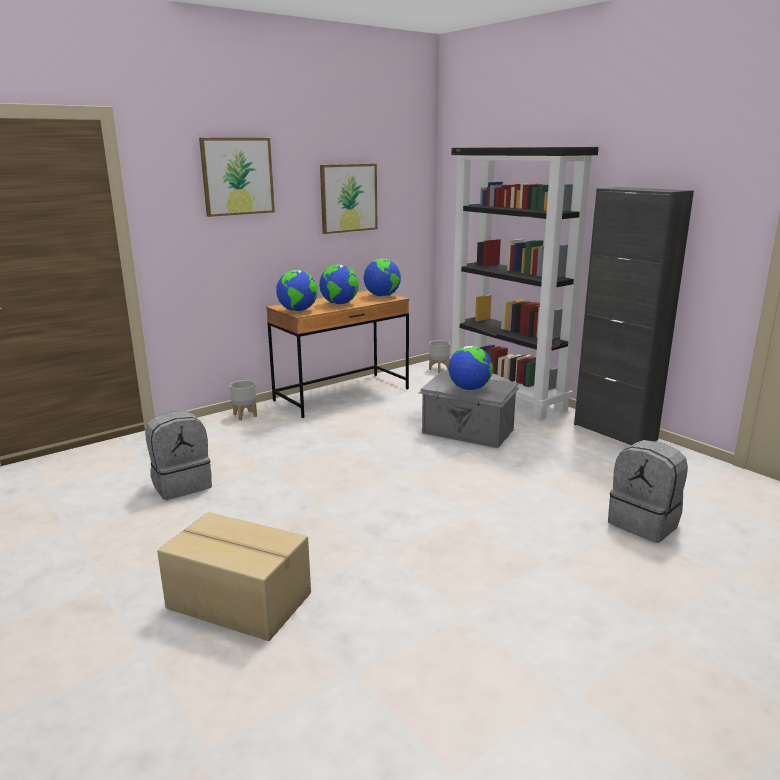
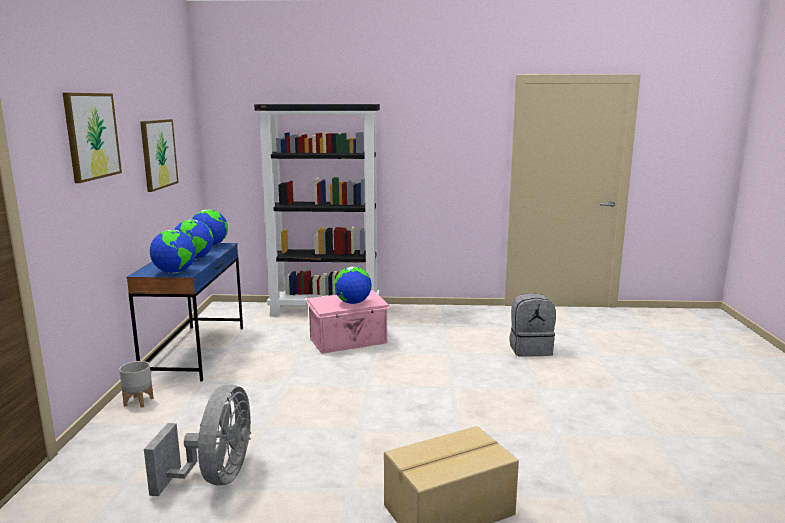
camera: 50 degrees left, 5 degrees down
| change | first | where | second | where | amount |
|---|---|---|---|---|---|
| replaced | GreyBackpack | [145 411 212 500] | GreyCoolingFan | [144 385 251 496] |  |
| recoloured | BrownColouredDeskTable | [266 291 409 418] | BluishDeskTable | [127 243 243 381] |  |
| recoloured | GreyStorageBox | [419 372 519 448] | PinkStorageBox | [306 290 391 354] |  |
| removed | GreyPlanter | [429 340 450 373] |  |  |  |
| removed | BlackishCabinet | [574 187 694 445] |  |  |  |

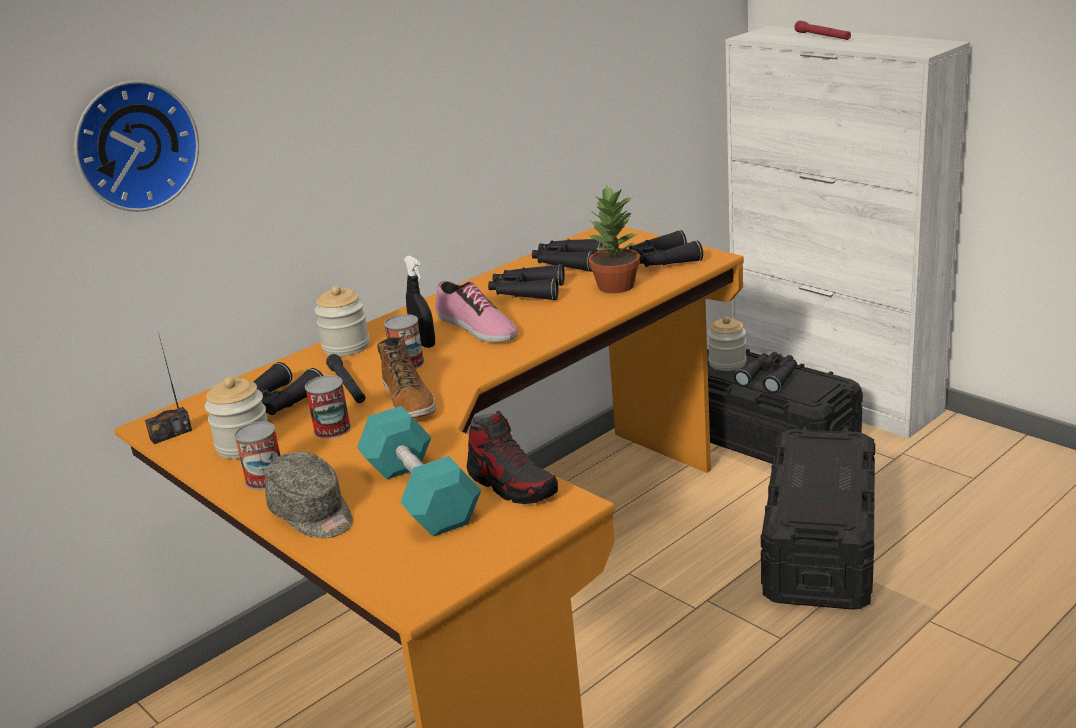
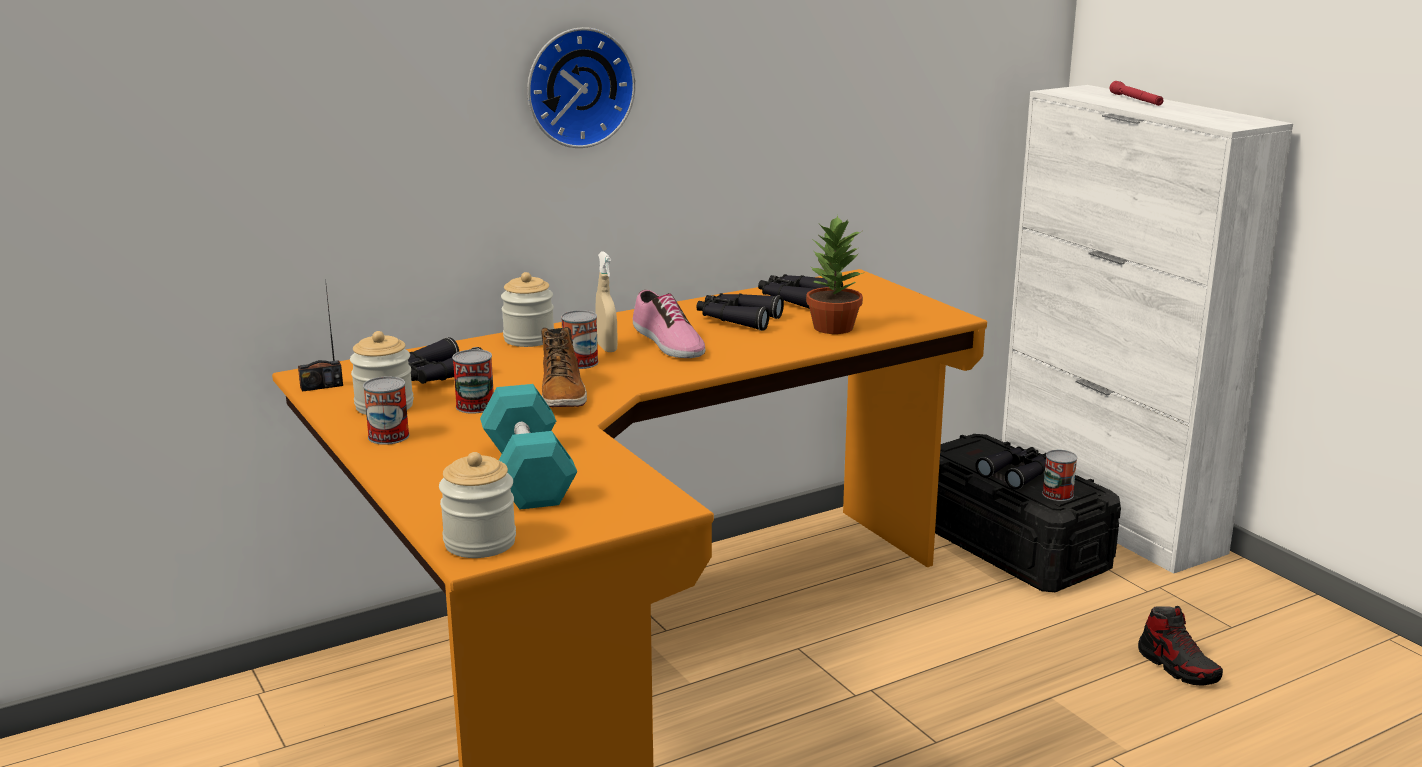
camera: 10 degrees right, 5 degrees down
| change | first | where | second | where | amount |
|---|---|---|---|---|---|
| moved | HangingClock | [74 80 199 212] |  | [527 27 636 148] |  |
| removed | GreyCap | [265 452 353 538] |  |  |  |
| removed | BlackishHandTorch | [326 354 365 403] |  |  |  |
| recoloured | BlackishHandSprayer | [404 256 435 348] | SandColouredHandSprayer | [595 251 618 352] |  |
| moved | ItemOfFootwear | [466 411 558 504] |  | [1138 606 1223 686] |  |
| removed | BlackishBinoculars | [629 230 703 267] |  |  |  |
| moved | Jar | [708 316 746 371] |  | [439 452 516 558] |  |
| removed | BlackishStorageBox | [761 427 875 610] |  |  |  |
| added |  |  | MetalCan | [1042 450 1078 501] |  |

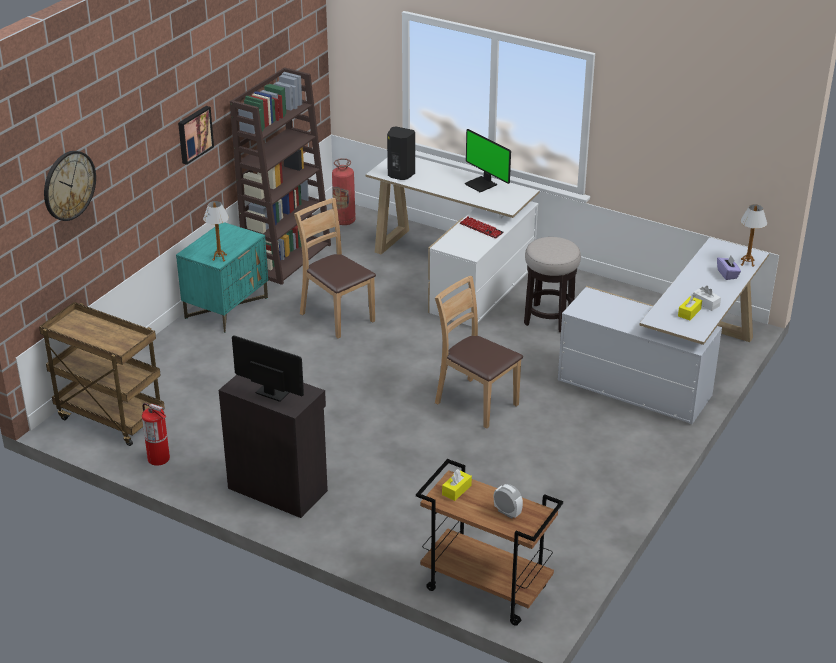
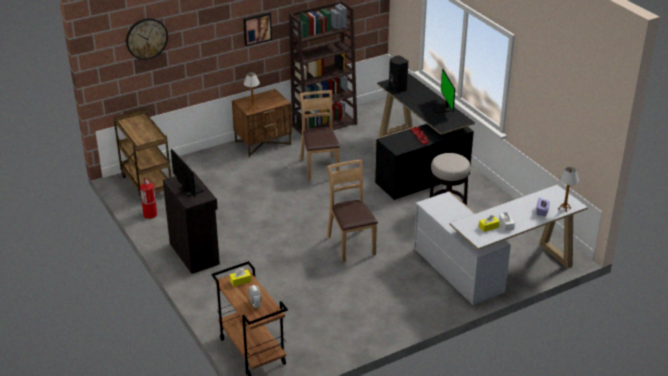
camera: 30 degrees right, 0 degrees up
| change | first | where | second | where | amount |
|---|---|---|---|---|---|
| recoloured | TurquoiseColouredBedsideTable | [176 222 268 333] | BrownColouredBedsideTable | [232 89 292 157] |  |
| removed | Extinguisher | [332 158 356 225] |  |  |  |
| recoloured | WhitishDeskTable | [366 157 539 326] | BlackishDeskTable | [375 74 475 200] |  |

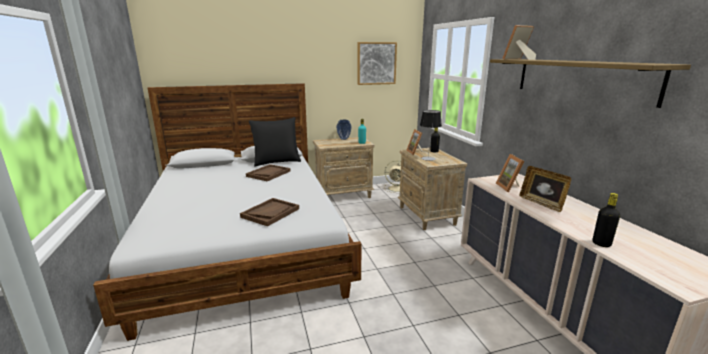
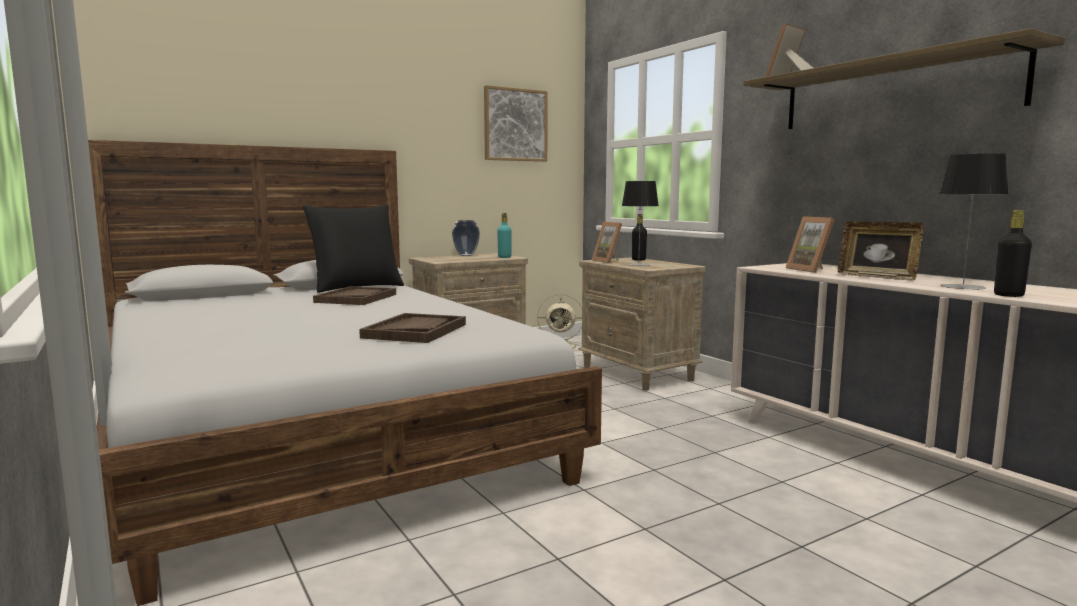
camera: 15 degrees left, 10 degrees down
| change | first | where | second | where | amount |
|---|---|---|---|---|---|
| added |  |  | TabletopLamp | [940 153 1008 290] |  |

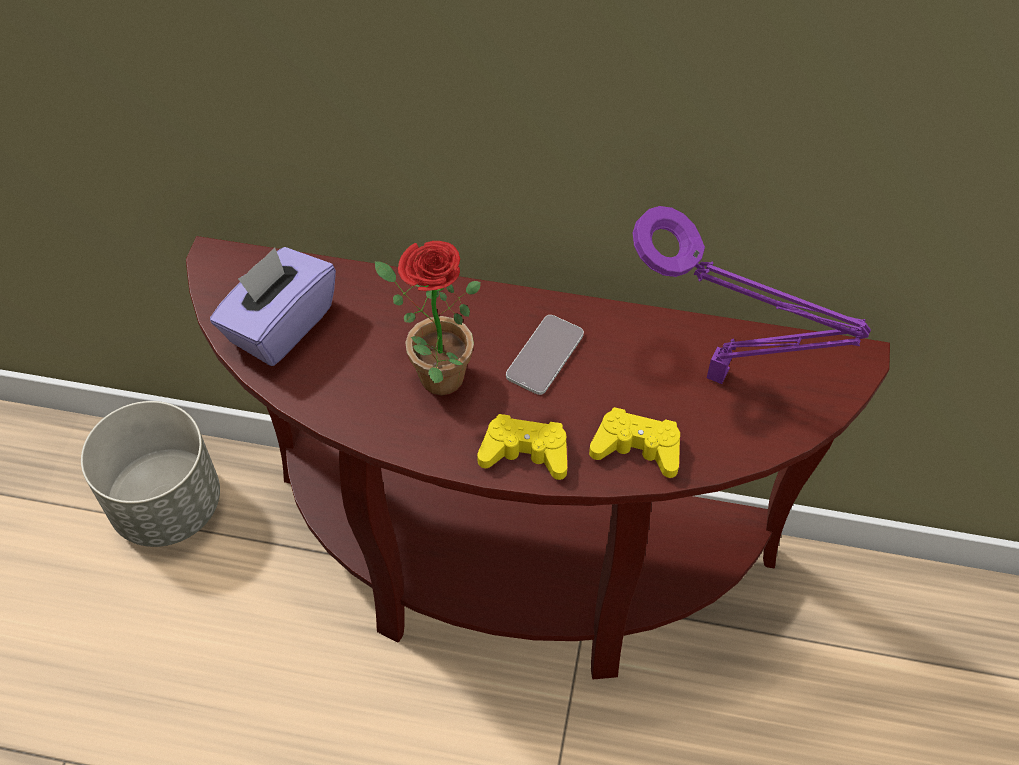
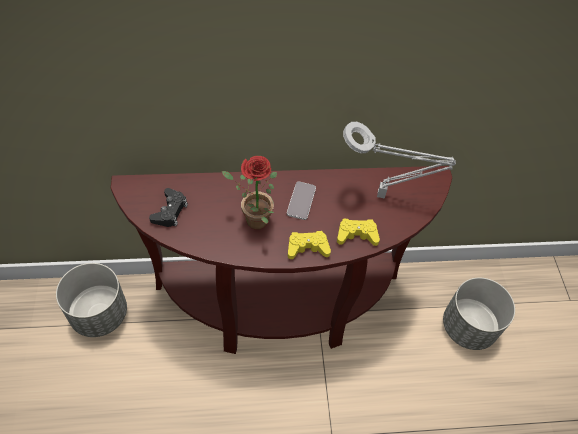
camera: 20 degrees left, 0 degrees up
| change | first | where | second | where | amount |
|---|---|---|---|---|---|
| replaced | PurpleColouredBoxOfTissues | [210 247 336 366] | BlackishJoypad | [149 188 188 227] |  |
| recoloured | PurpleColouredTabletopLamp | [633 206 871 384] | GreyTabletopLamp | [343 122 456 199] |  |
| added |  |  | GreyPlanter | [443 277 515 350] |  |

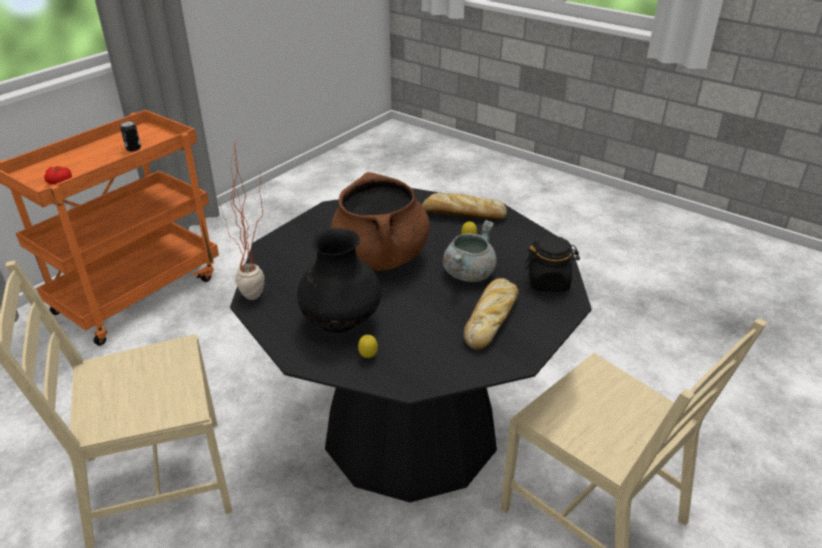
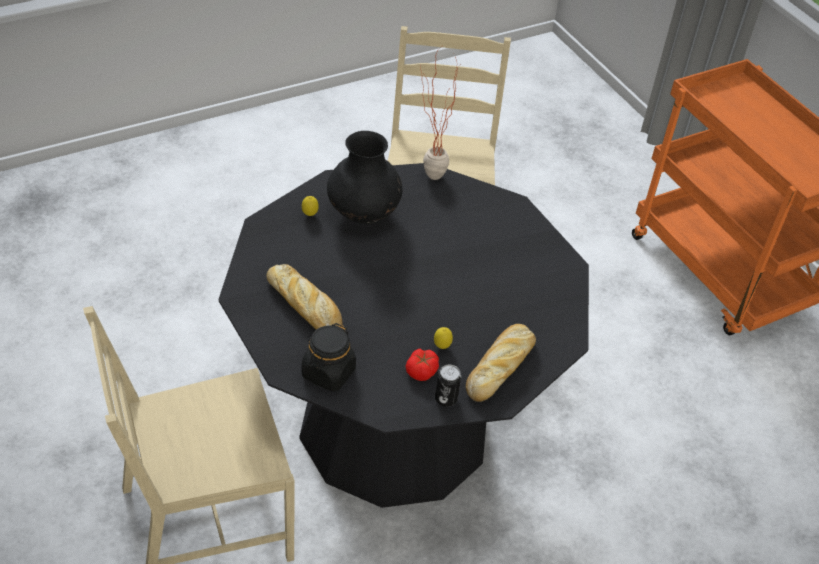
camera: 110 degrees right, 10 degrees up
| change | first | where | second | where | amount |
|---|---|---|---|---|---|
| moved | WholeTomato | [44 166 72 184] |  | [406 349 439 381] |  |
| moved | MetalCan | [120 121 141 152] |  | [435 365 461 407] |  |
| removed | BrownColouredCookingPot | [330 172 430 271] |  |  |  |
| removed | GreyCookingPot | [443 220 497 282] |  |  |  |

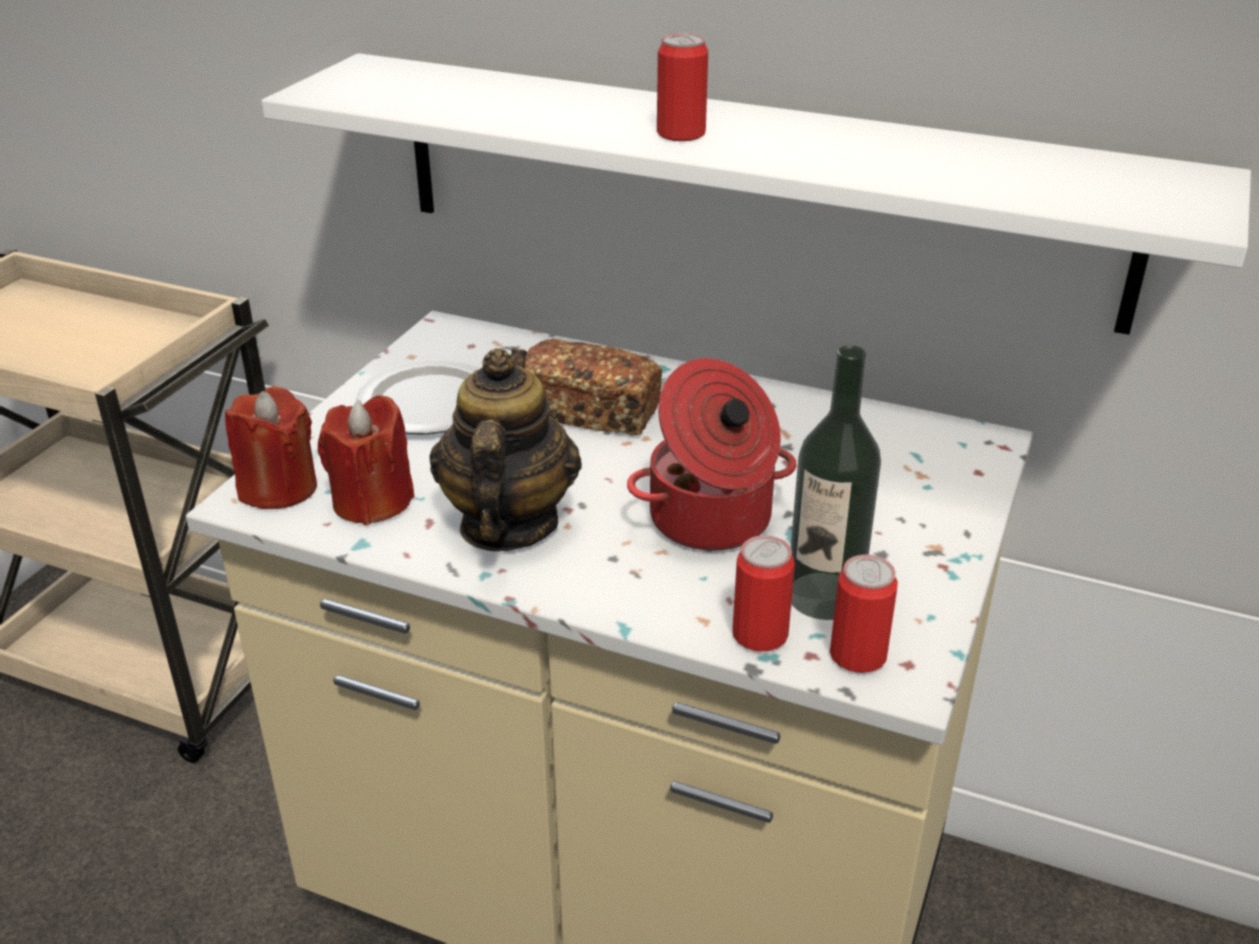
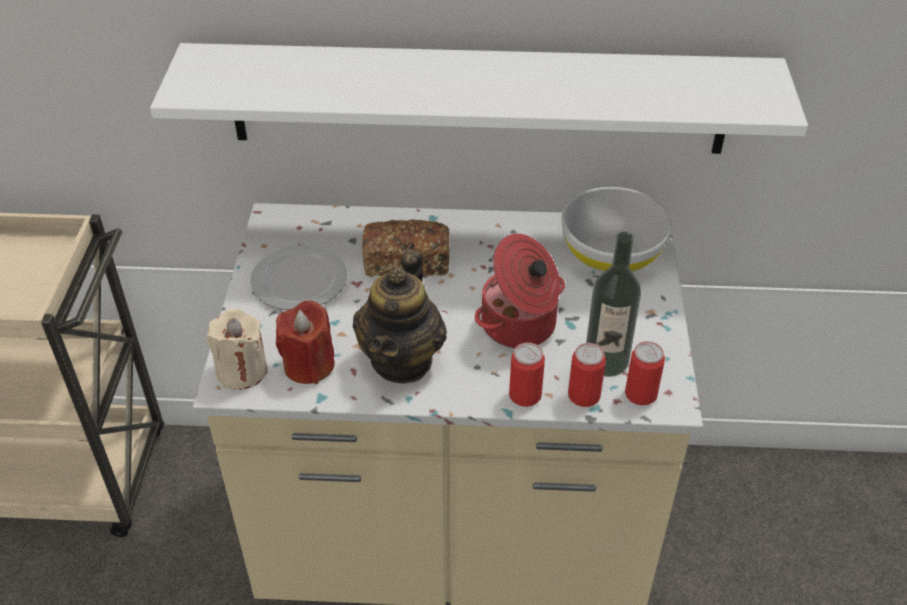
camera: 20 degrees left, 10 degrees up
| change | first | where | second | where | amount |
|---|---|---|---|---|---|
| recoloured | ReddishWaxLight | [225 386 317 509] | SandColouredWaxLight | [206 309 267 390] |  |
| turned | Teapot | [430 348 582 551] |  | [353 249 447 384] | 150 degrees counterclockwise |
| moved | MetalCan | [657 33 708 141] |  | [509 342 545 407] |  |
| added |  |  | WhitishServingBowl | [562 187 672 273] |  |

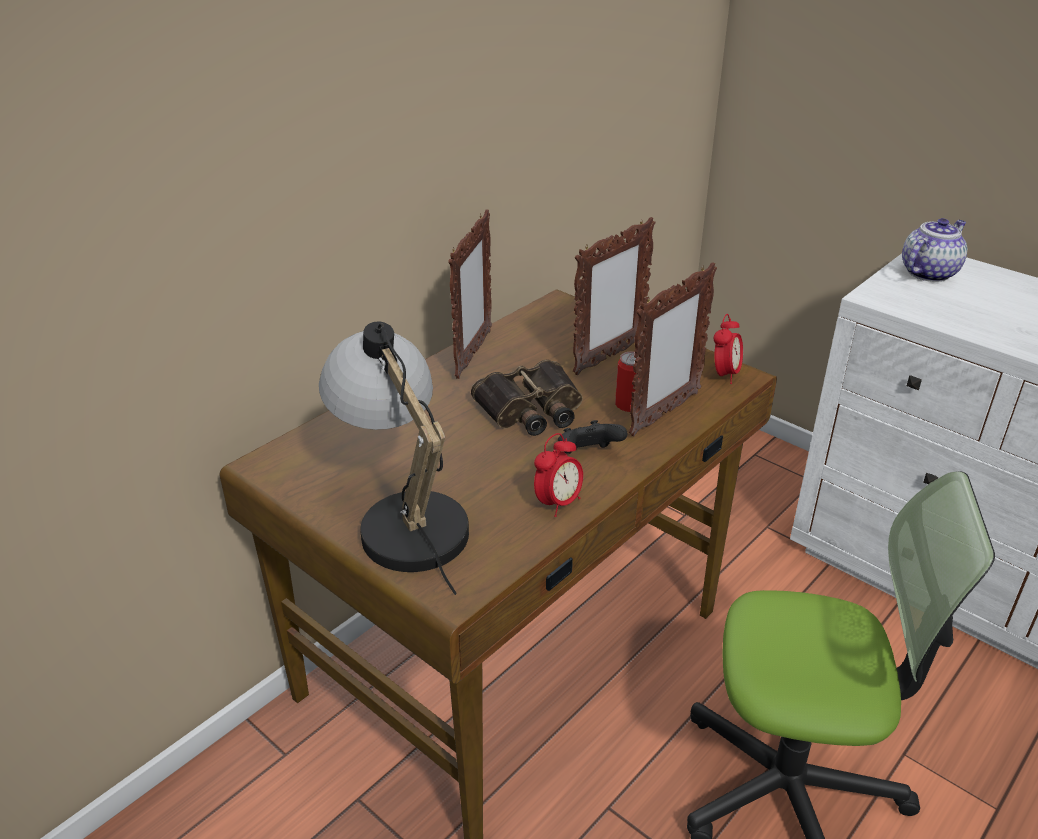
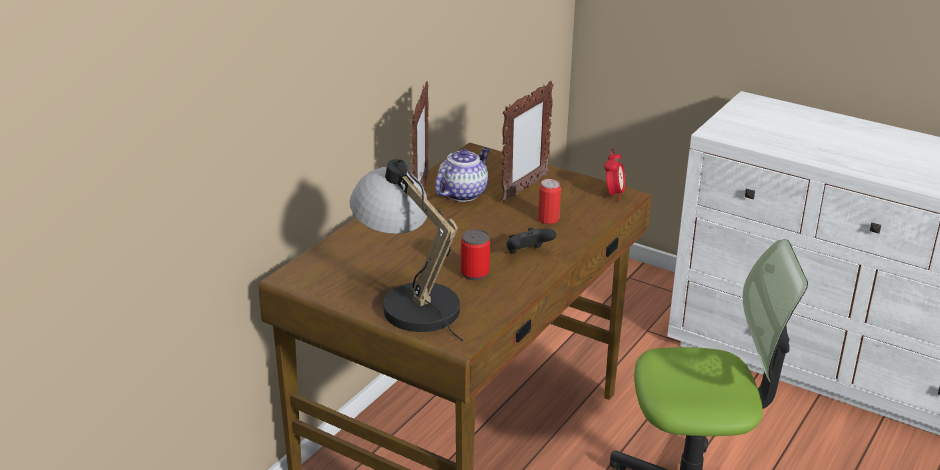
camera: 10 degrees left, 5 degrees down
| change | first | where | second | where | amount |
|---|---|---|---|---|---|
| removed | Binoculars | [471 360 583 436] |  |  |  |
| removed | TableClock | [534 433 583 517] |  |  |  |
| removed | PictureFrame | [629 262 717 437] |  |  |  |
| moved | Teapot | [902 218 968 282] |  | [435 147 490 202] |  |
| added |  |  | MetalCan | [461 229 490 280] |  |

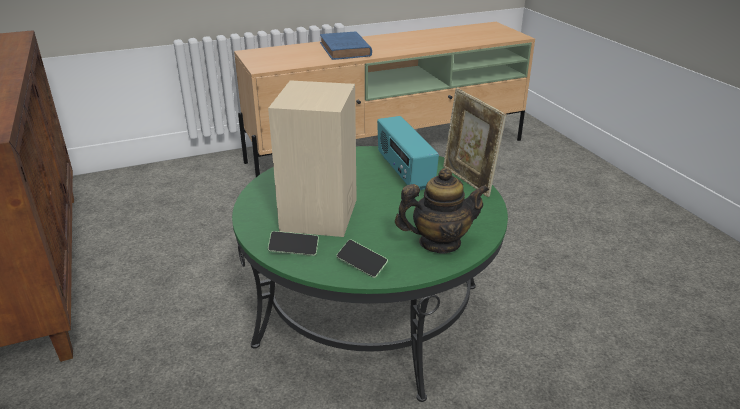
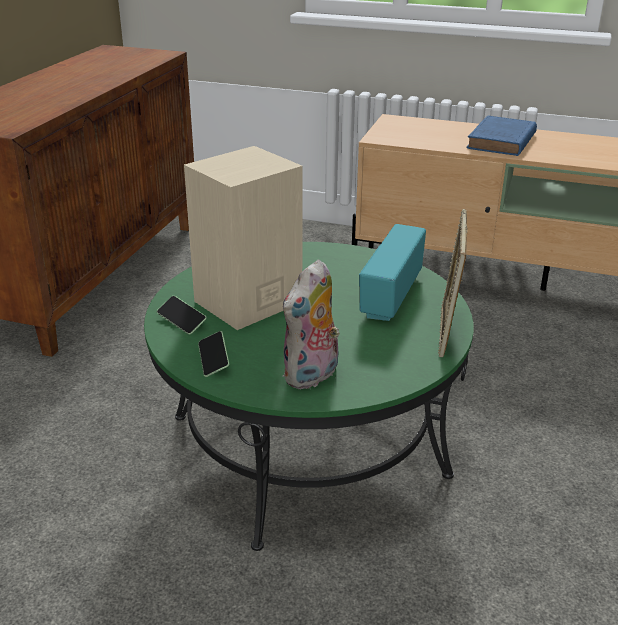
camera: 40 degrees right, 0 degrees up
| change | first | where | second | where | amount |
|---|---|---|---|---|---|
| replaced | Teapot | [395 167 489 254] | SoftToy | [283 259 340 389] |  |

